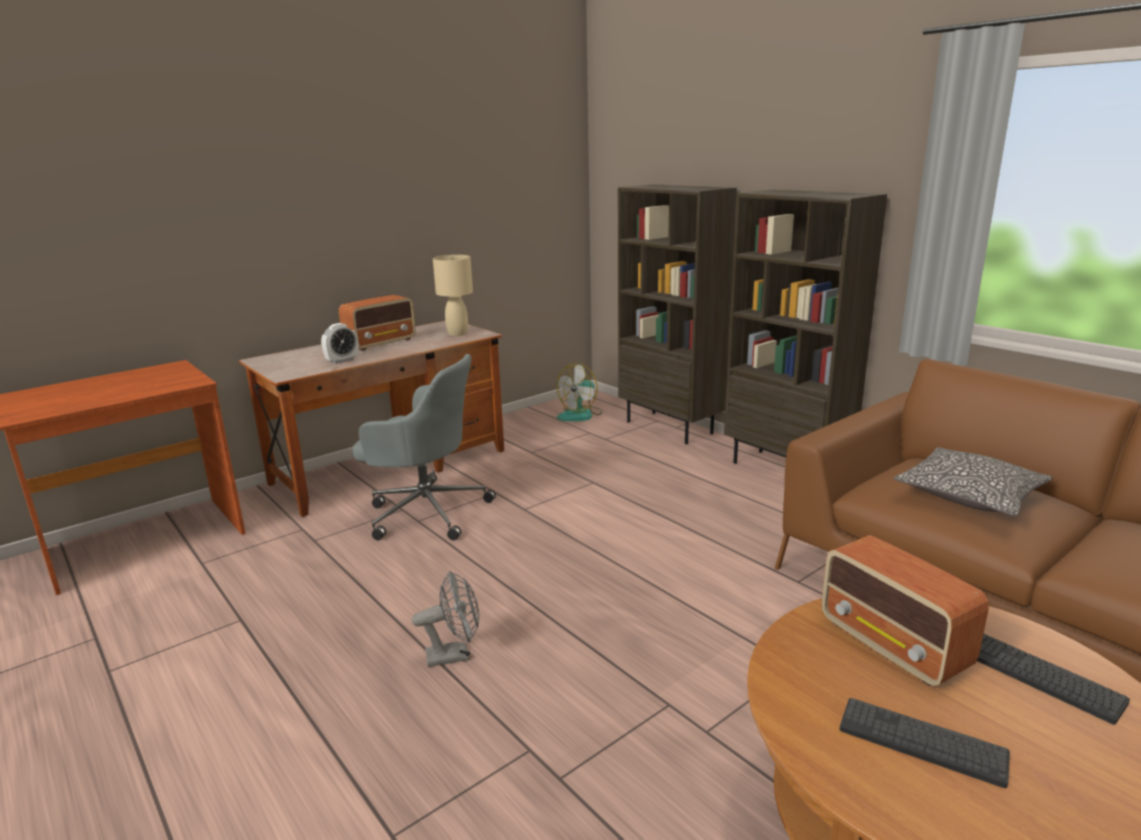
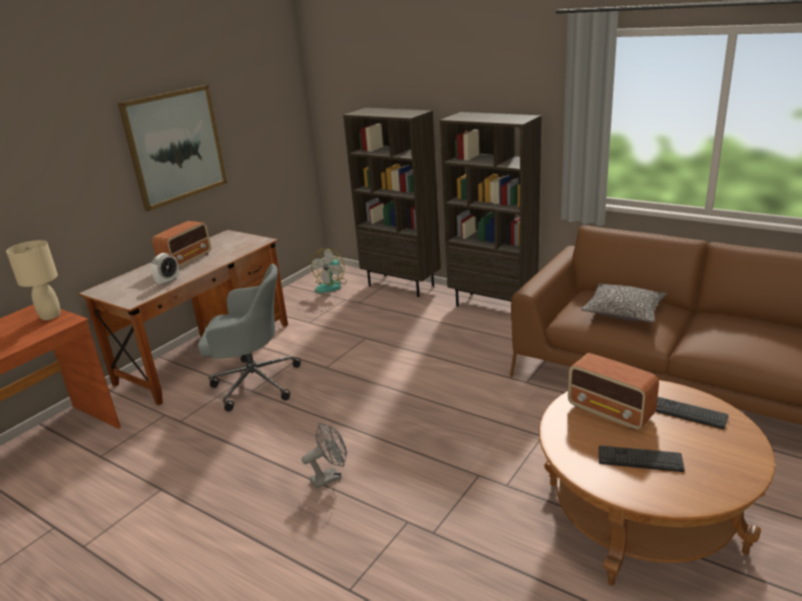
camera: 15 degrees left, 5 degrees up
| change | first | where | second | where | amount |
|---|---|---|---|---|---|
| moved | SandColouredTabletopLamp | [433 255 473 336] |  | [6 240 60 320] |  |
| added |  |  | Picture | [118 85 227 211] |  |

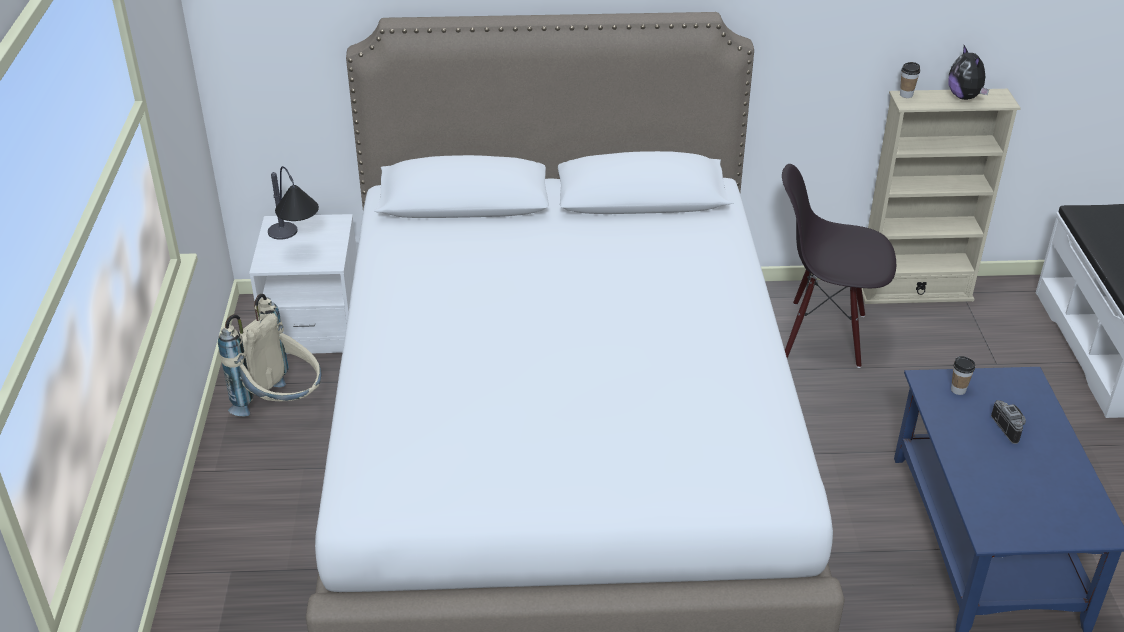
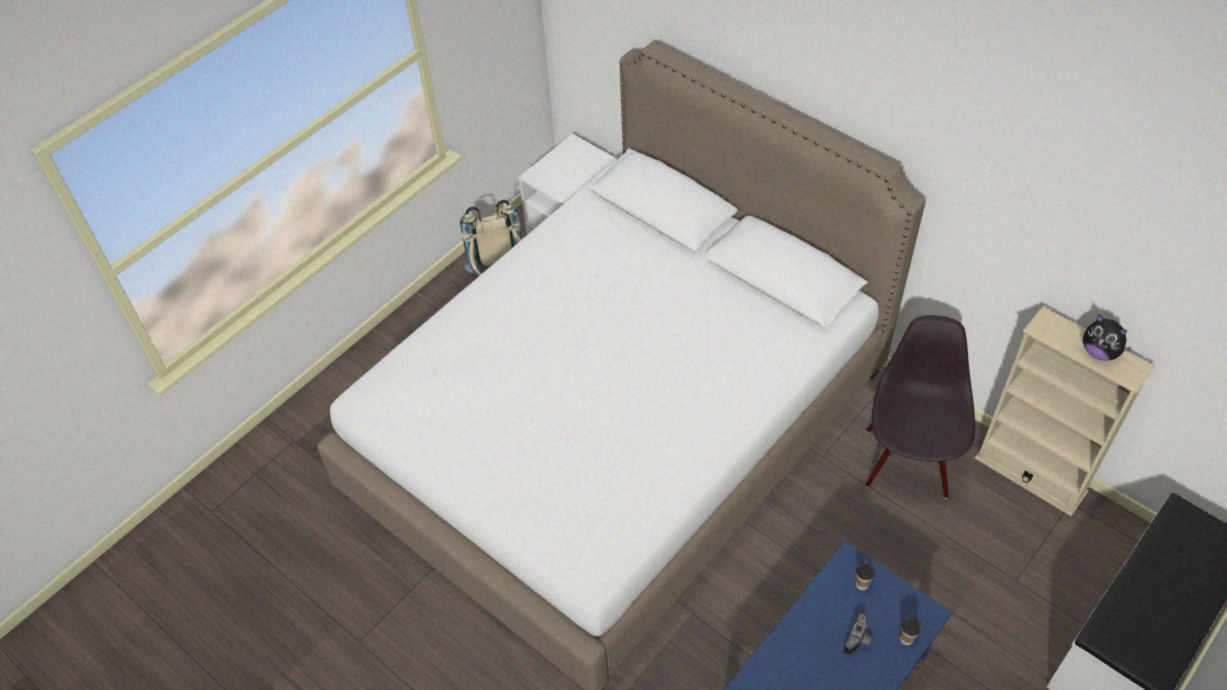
camera: 45 degrees right, 15 degrees up
| change | first | where | second | where | amount |
|---|---|---|---|---|---|
| removed | TabletopLamp | [268 166 319 240] |  |  |  |
| turned | BlackishPlainChair | [782 164 896 368] |  | [865 315 975 499] | 45 degrees clockwise |
| moved | Cup | [900 62 920 98] |  | [900 617 921 645] |  |
| turned | SoftToy | [949 45 989 100] |  | [1083 314 1132 361] | 75 degrees counterclockwise |

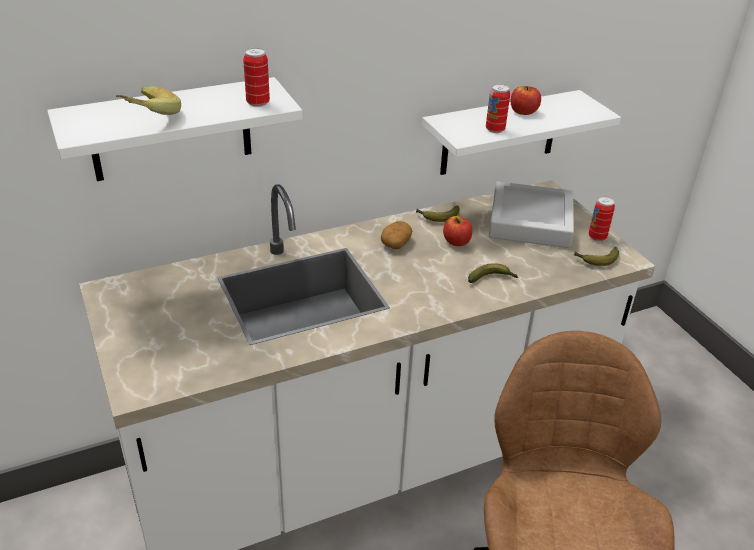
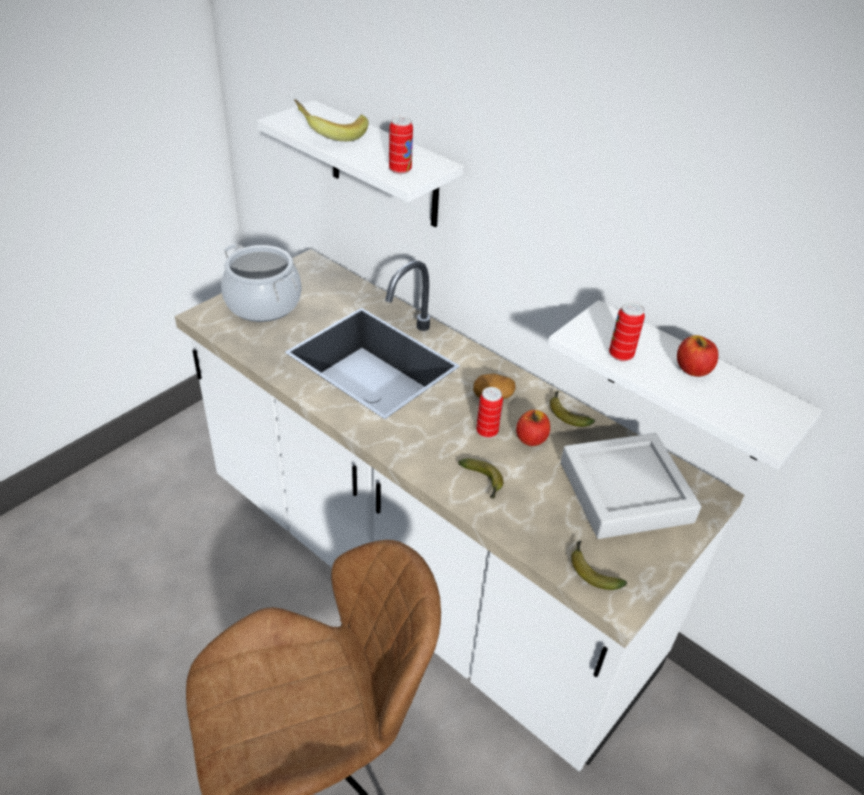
camera: 65 degrees right, 5 degrees up
| change | first | where | second | where | amount |
|---|---|---|---|---|---|
| moved | MetalCan | [589 196 615 241] |  | [476 387 503 438] |  |
| added |  |  | CookingPot | [221 244 301 322] |  |

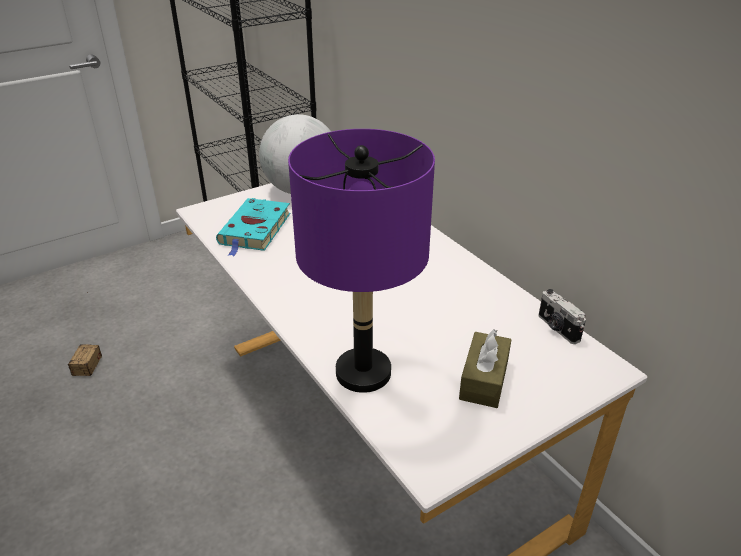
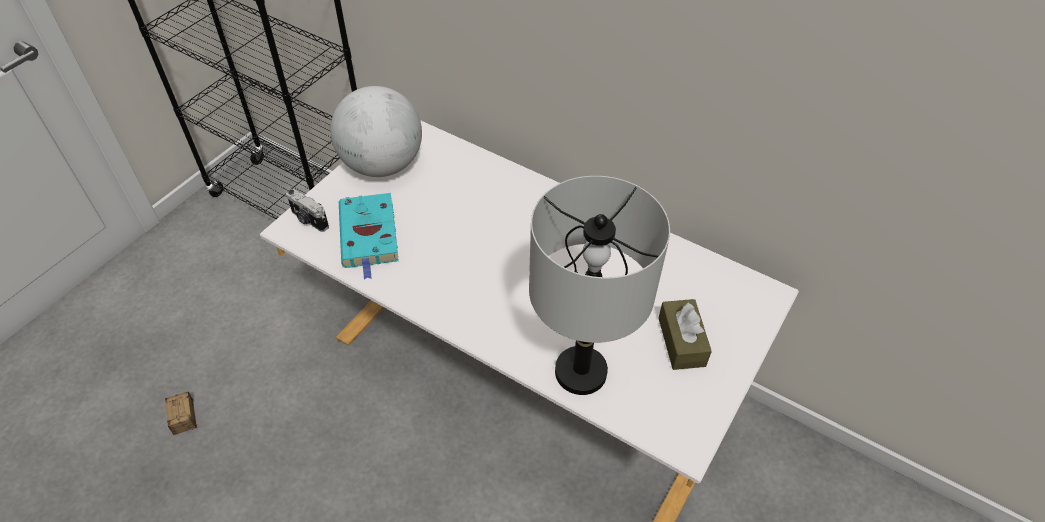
camera: 25 degrees left, 15 degrees up
| change | first | where | second | where | amount |
|---|---|---|---|---|---|
| recoloured | PurpleColouredTabletopLamp | [288 129 435 393] | GreyTabletopLamp | [529 176 670 395] |  |
| moved | PhotoCamera | [538 289 586 344] |  | [286 189 329 232] |  |

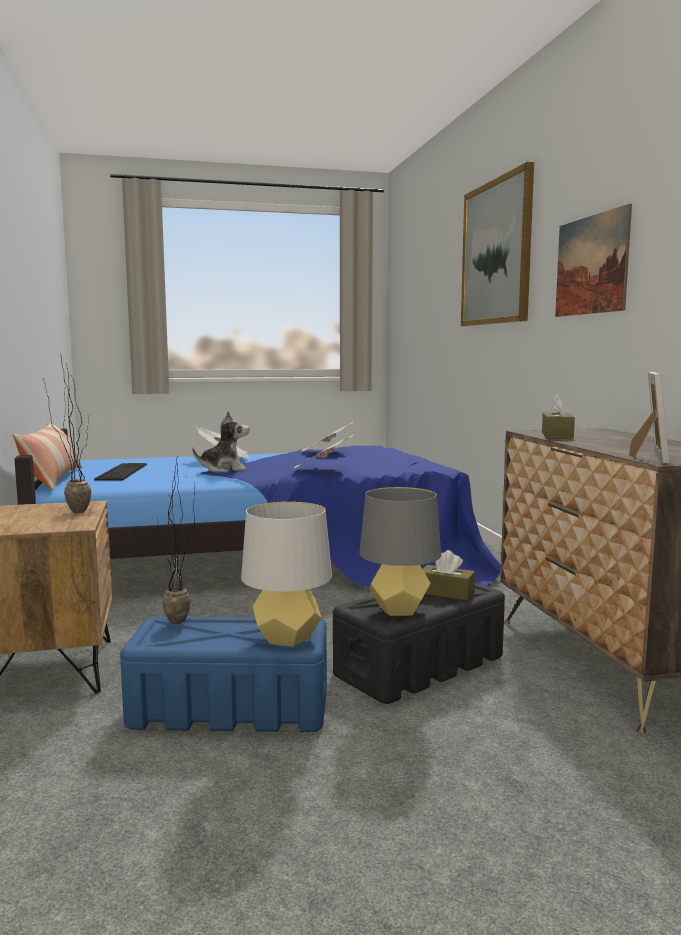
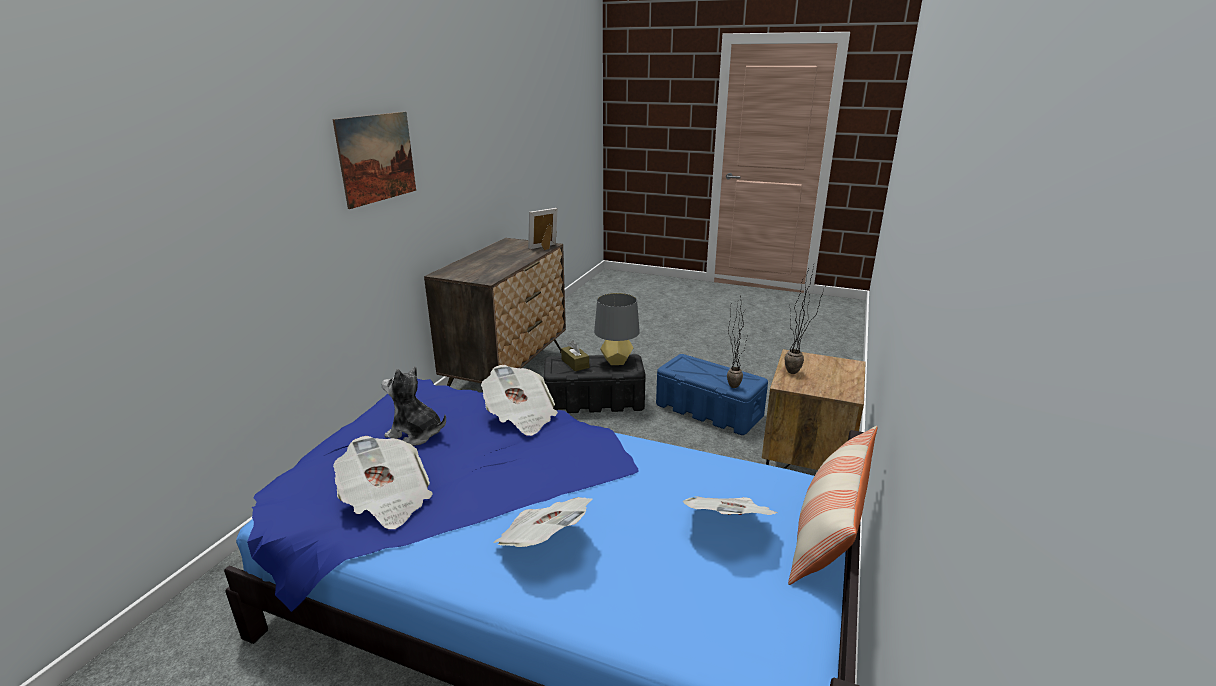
camera: 145 degrees left, 15 degrees up
| change | first | where | second | where | amount |
|---|---|---|---|---|---|
| replaced | Keyboard | [94 463 147 481] | Newspaper | [683 496 778 515] |  |
| moved | SoftToy | [192 411 249 473] |  | [382 366 446 446] |  |
| removed | GreyTabletopLamp | [241 502 332 647] |  |  |  |
| removed | Picture | [461 162 534 326] |  |  |  |
| removed | BrownColouredBoxOfTissues | [542 394 575 439] |  |  |  |

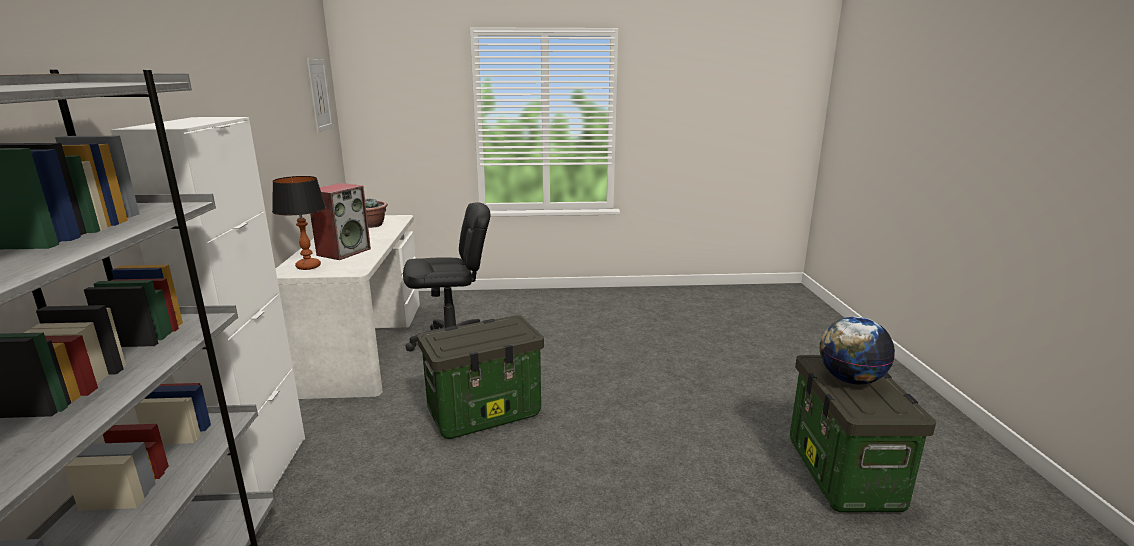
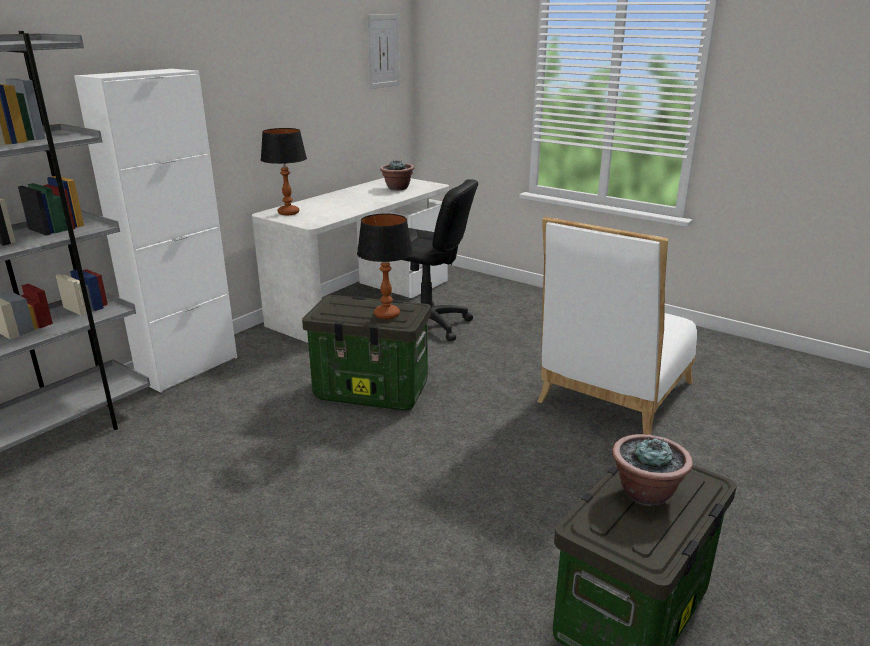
camera: 40 degrees right, 5 degrees up
| change | first | where | second | where | amount |
|---|---|---|---|---|---|
| removed | Speaker | [310 183 371 260] |  |  |  |
| replaced | Globe | [820 317 895 385] | Houseplant | [612 434 693 506] |  |
| added |  |  | TabletopLamp | [357 214 413 319] |  |
| added |  |  | WhitishPlainChair | [537 217 697 435] |  |

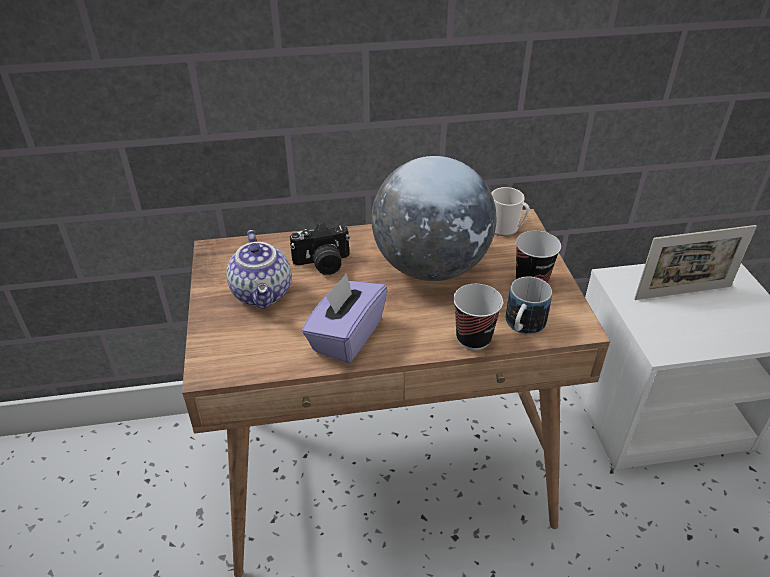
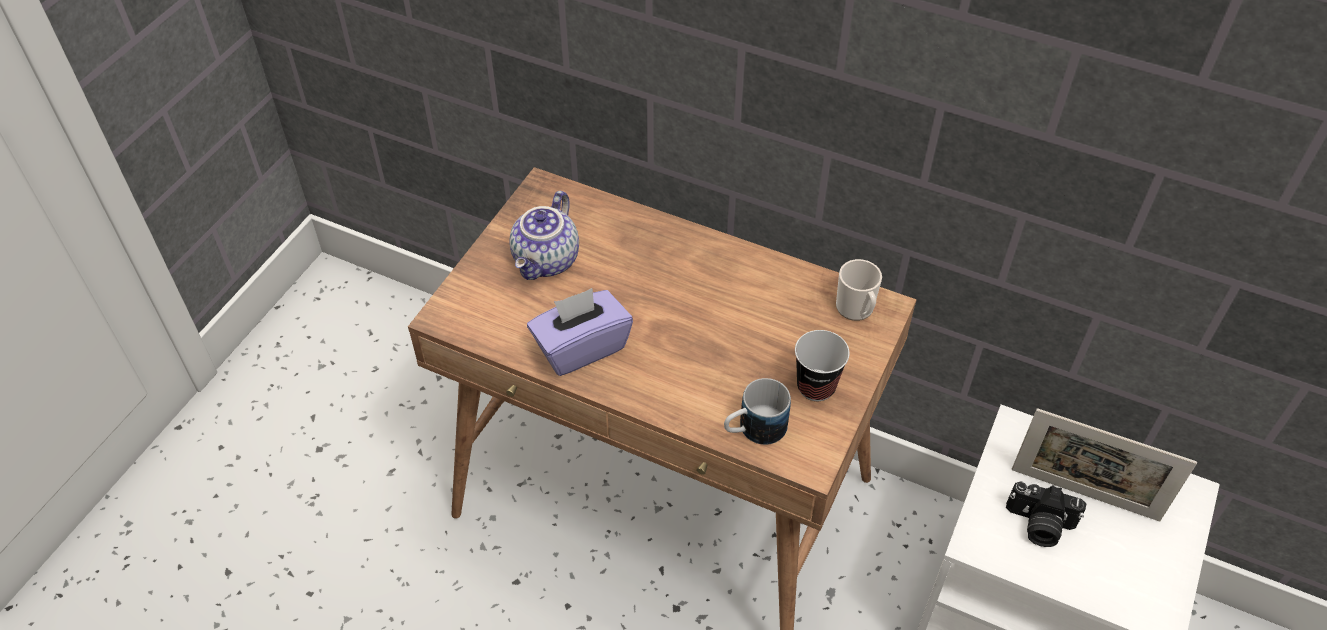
camera: 35 degrees right, 10 degrees up
| change | first | where | second | where | amount |
|---|---|---|---|---|---|
| moved | PhotoCamera | [290 223 350 275] |  | [1006 481 1086 547] |  |
| removed | Globe | [372 156 496 281] |  |  |  |
| removed | Cup | [453 284 503 350] |  |  |  |

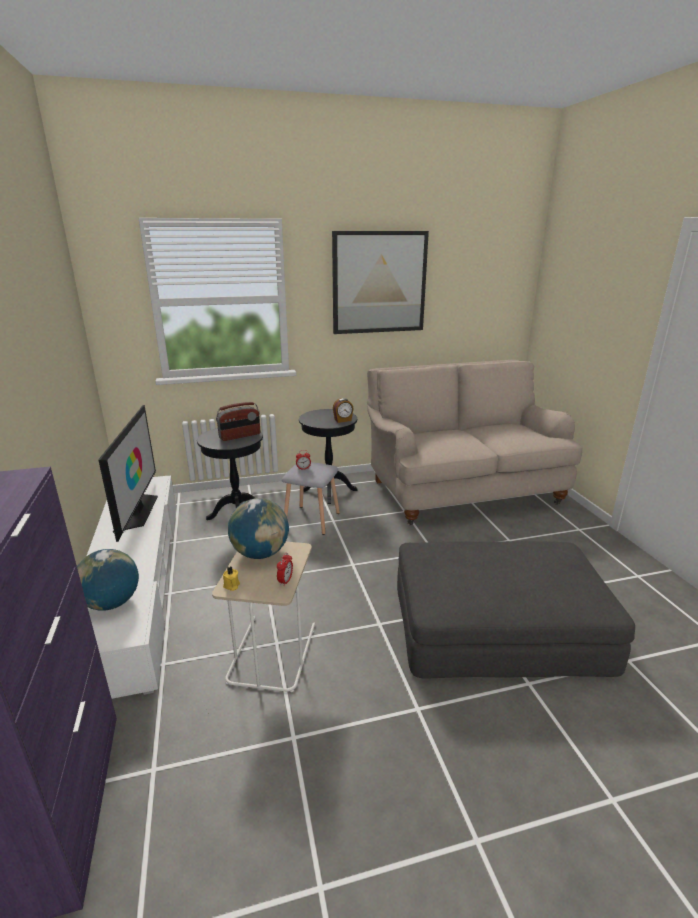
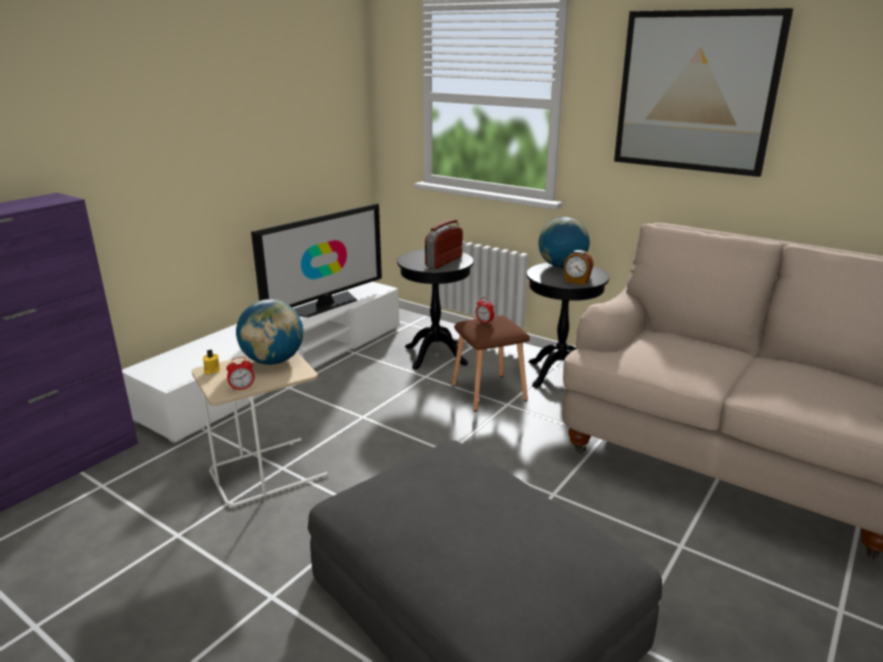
camera: 50 degrees right, 0 degrees up
| change | first | where | second | where | amount |
|---|---|---|---|---|---|
| moved | Globe | [77 549 139 611] |  | [538 217 590 268] |  |
| turned | RadioSet | [216 402 260 441] |  | [425 219 463 269] | 105 degrees clockwise |
| recoloured | GreyStoolSeat | [282 462 340 535] | BrownColouredStoolSeat | [452 316 530 412] |  |

